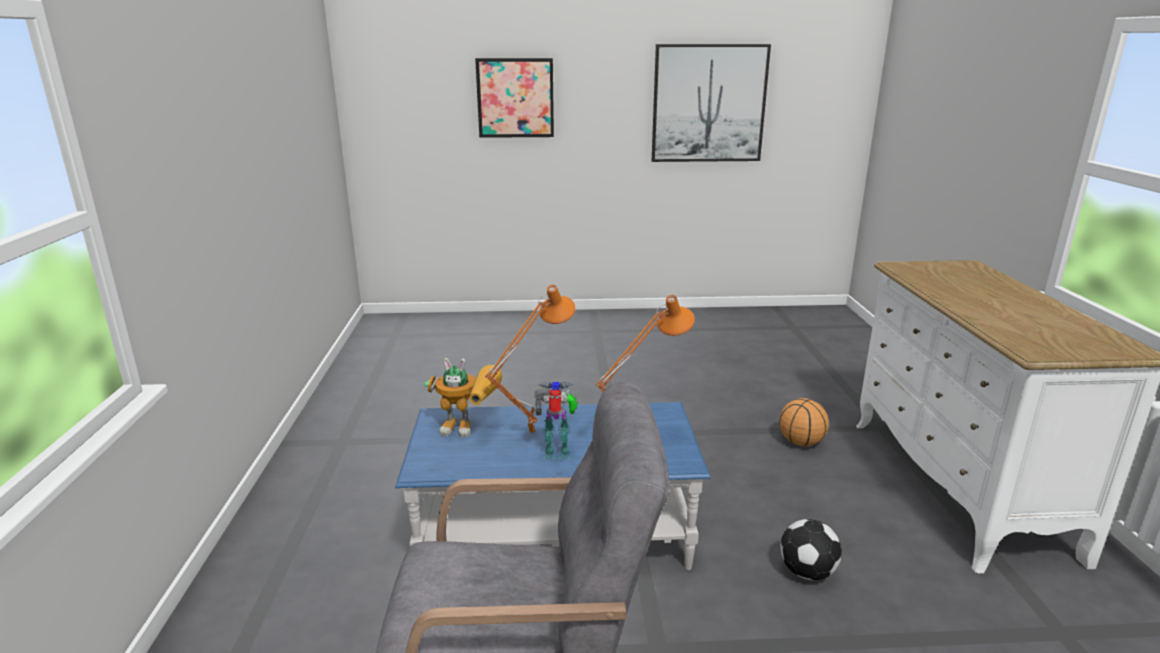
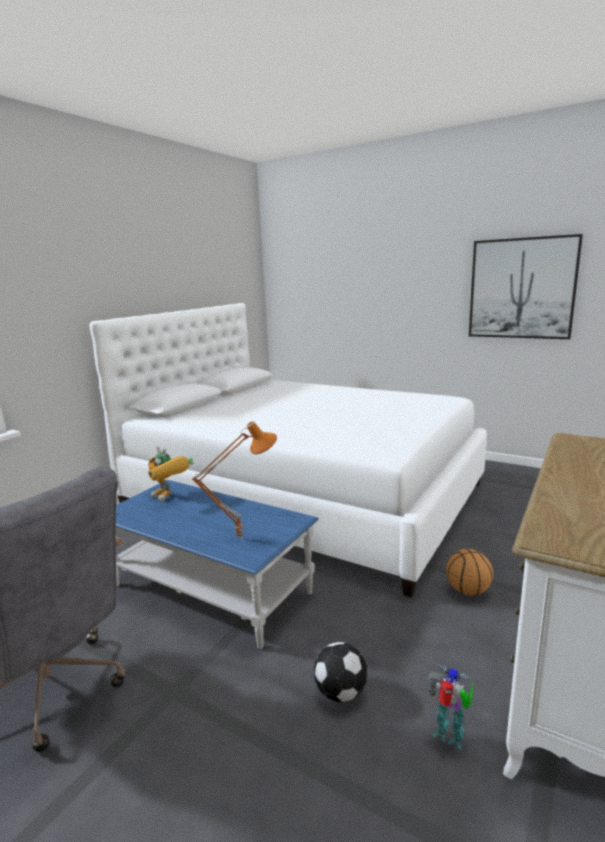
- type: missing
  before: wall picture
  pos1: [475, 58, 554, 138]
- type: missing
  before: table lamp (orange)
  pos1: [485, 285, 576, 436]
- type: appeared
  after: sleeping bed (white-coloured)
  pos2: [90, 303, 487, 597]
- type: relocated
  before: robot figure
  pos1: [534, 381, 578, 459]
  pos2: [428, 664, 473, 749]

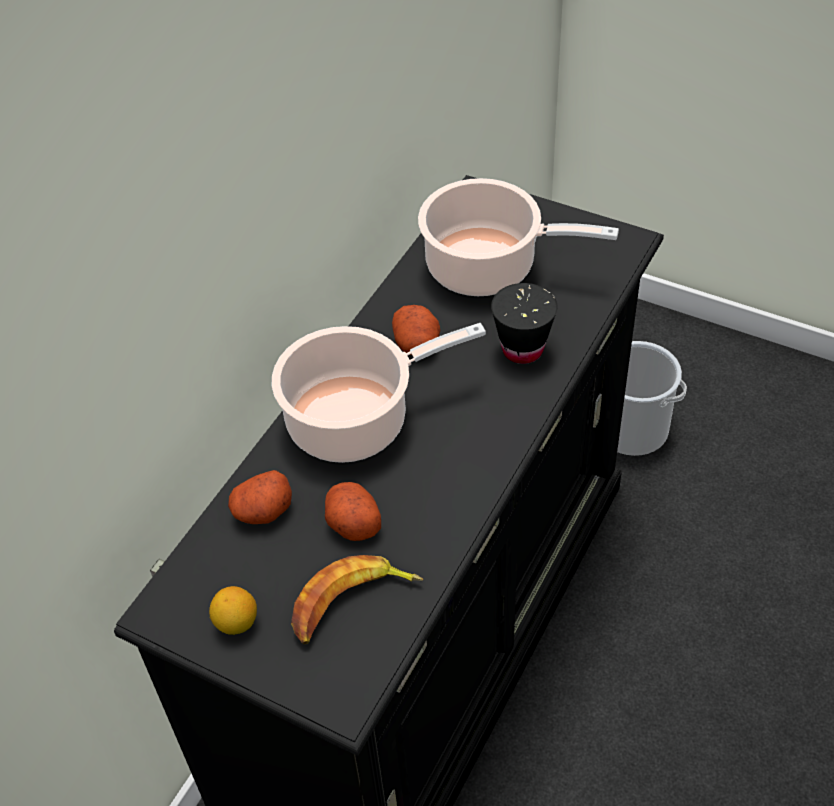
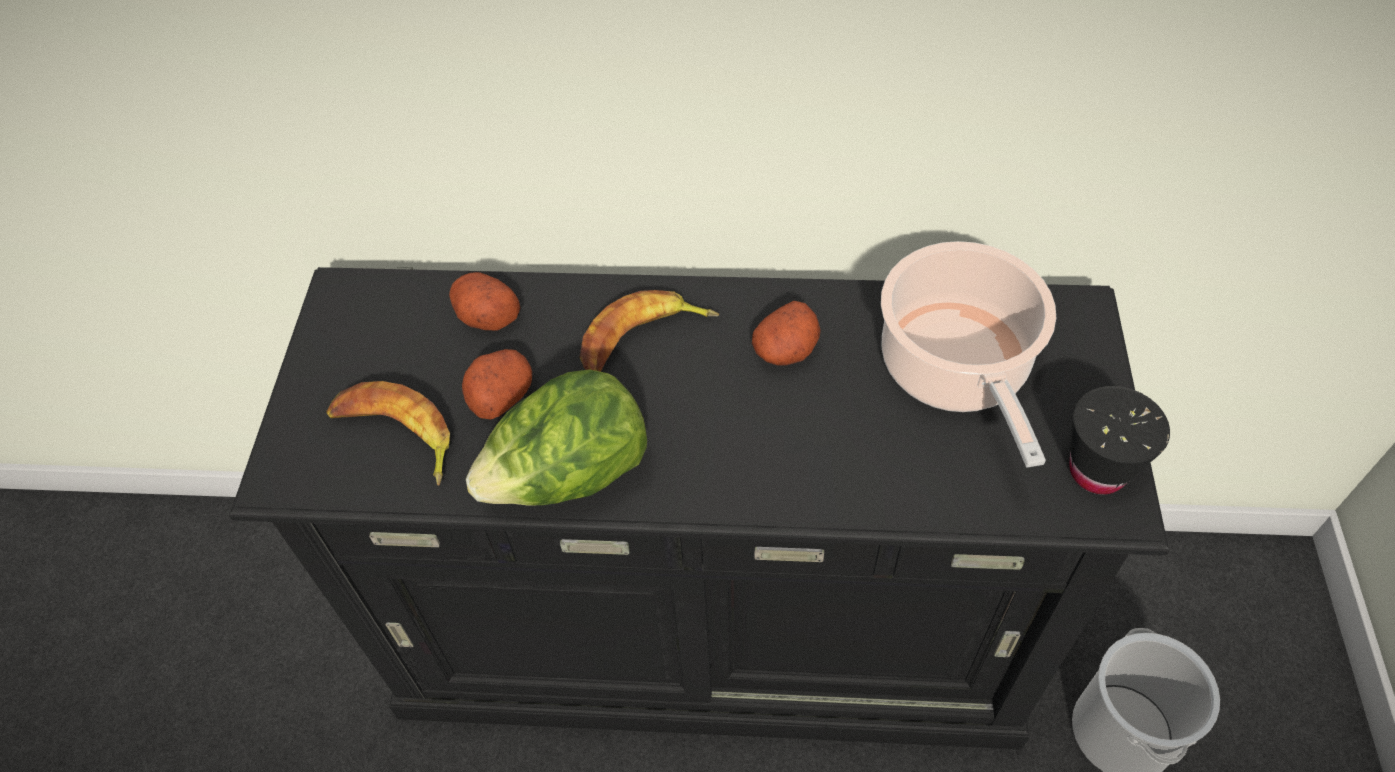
- type: missing
  before: citrus fruit
  pos1: [209, 586, 257, 635]
- type: appeared
  after: head of lettuce
  pos2: [466, 369, 647, 505]
- type: relocated
  before: cup (black)
  pos1: [491, 283, 557, 364]
  pos2: [1070, 386, 1170, 494]
- type: exchanged
  before: saucepot
  after: banana fruit
  pos1: [272, 323, 486, 463]
  pos2: [580, 290, 719, 372]

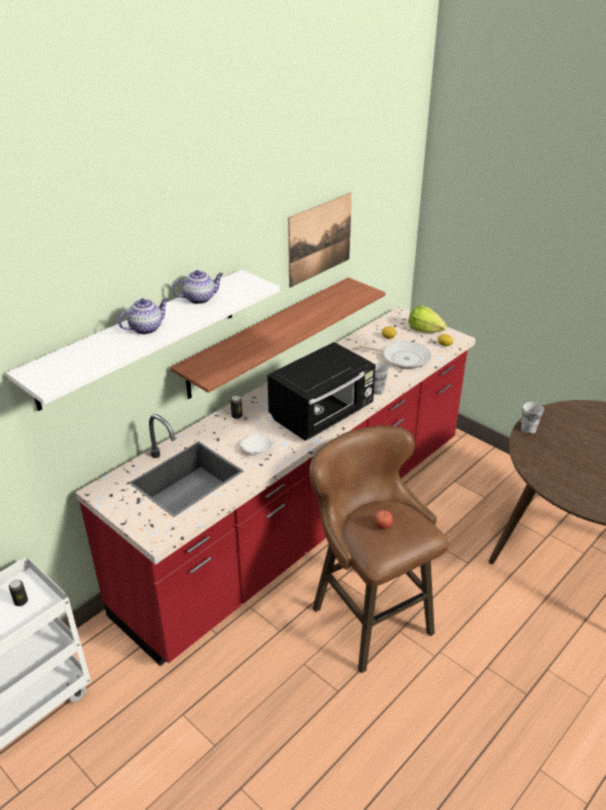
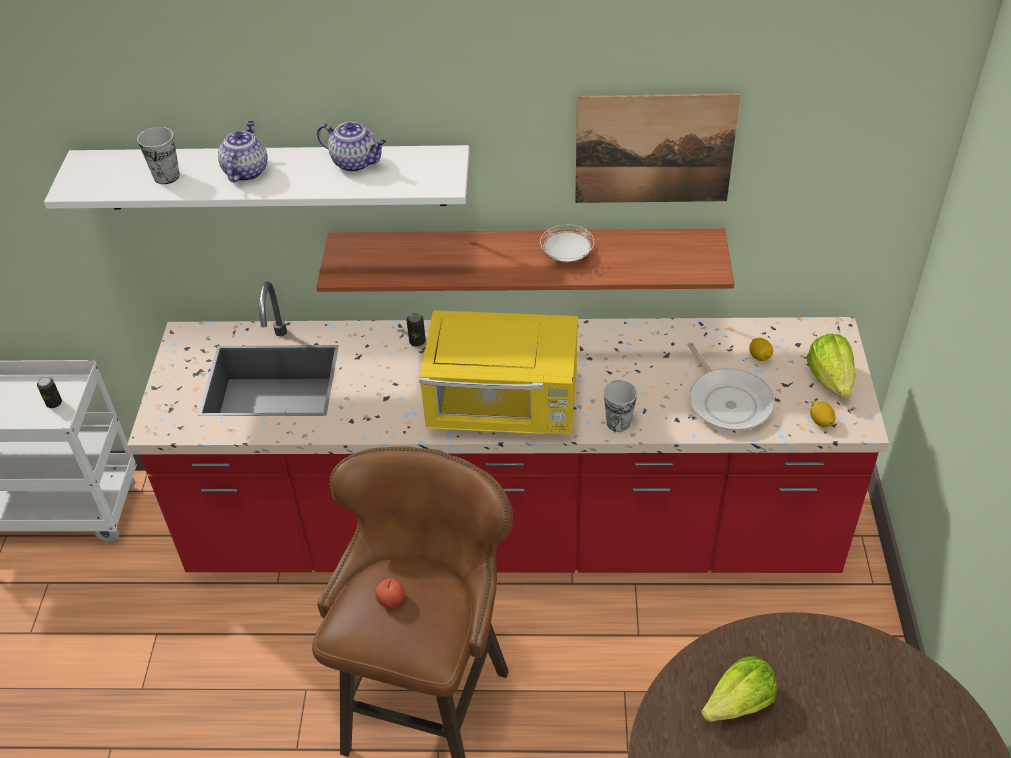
- type: appeared
  after: head of lettuce
  pos2: [701, 656, 777, 722]
- type: relocated
  before: dinner plate (white-coloured)
  pos1: [239, 430, 275, 454]
  pos2: [540, 225, 594, 262]
- type: relocated
  before: cup
  pos1: [521, 402, 544, 434]
  pos2: [137, 127, 180, 184]
- type: colour
  before: kitchen microwave (black)
  after: kitchen microwave (yellow)
  pos1: [267, 342, 376, 441]
  pos2: [419, 310, 578, 435]
- type: spun
  before: tea pot
  pos1: [118, 298, 168, 335]
  pos2: [218, 121, 268, 182]
  turn: -90

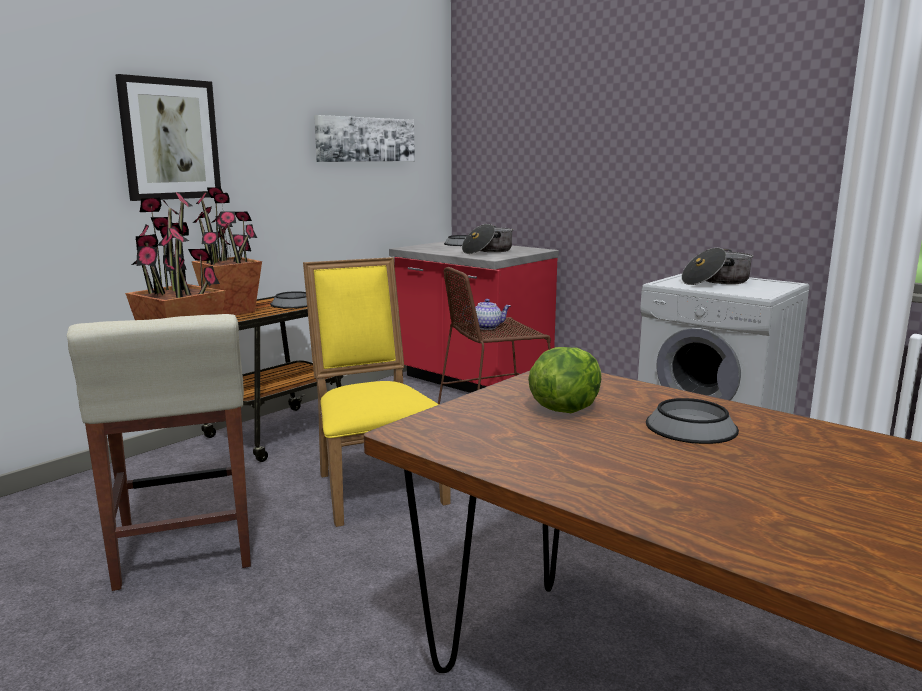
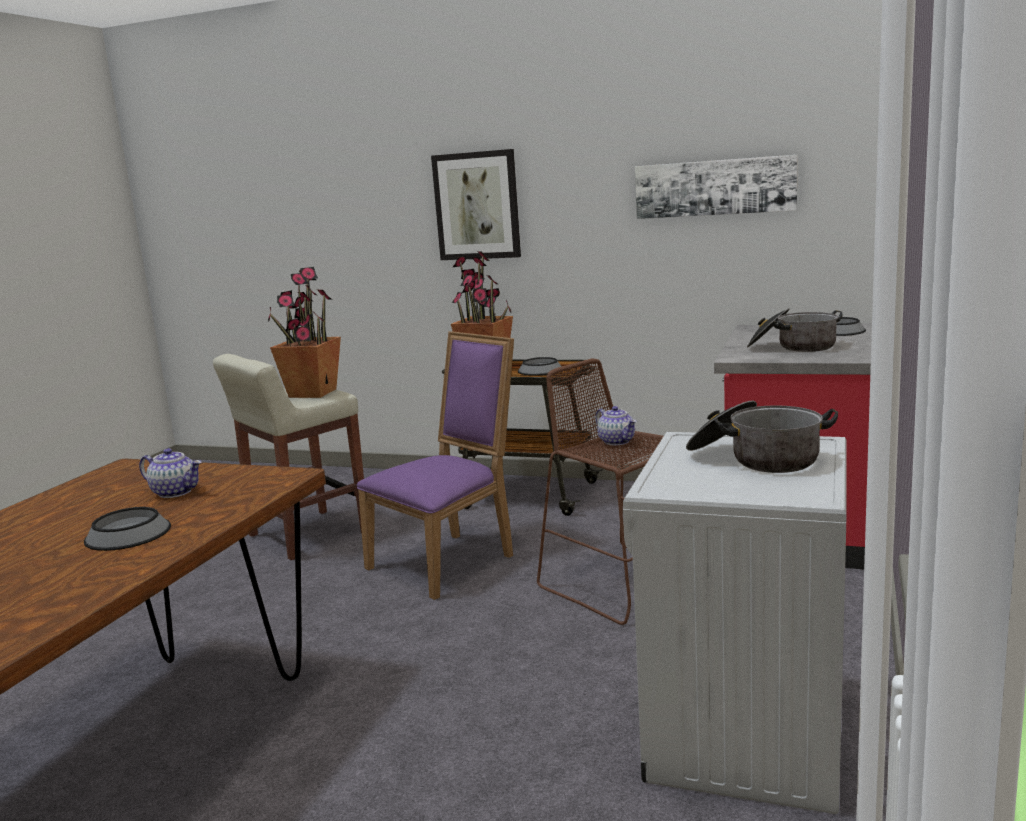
- type: exchanged
  before: head of lettuce
  after: tea pot
  pos1: [528, 347, 602, 413]
  pos2: [139, 448, 202, 498]
- type: colour
  before: plain chair (yellow)
  after: plain chair (purple)
  pos1: [303, 257, 451, 527]
  pos2: [357, 331, 514, 600]

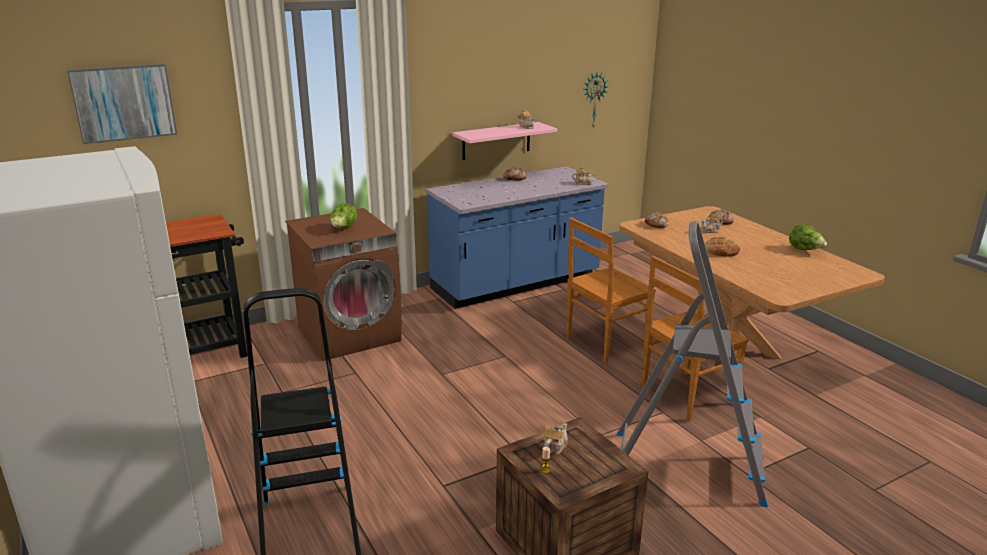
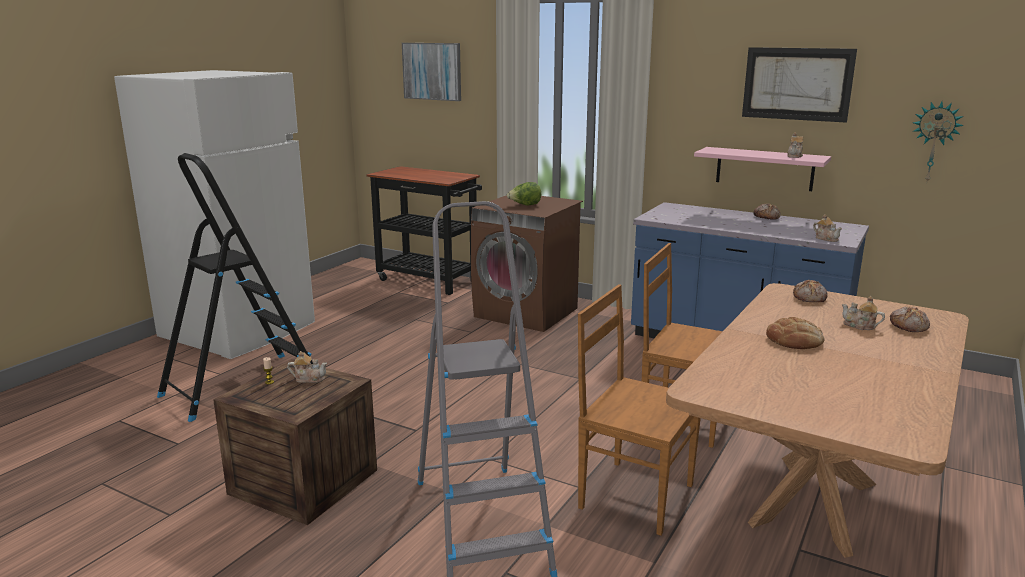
- type: missing
  before: head of lettuce
  pos1: [789, 224, 827, 250]
- type: appeared
  after: wall picture
  pos2: [742, 47, 857, 123]

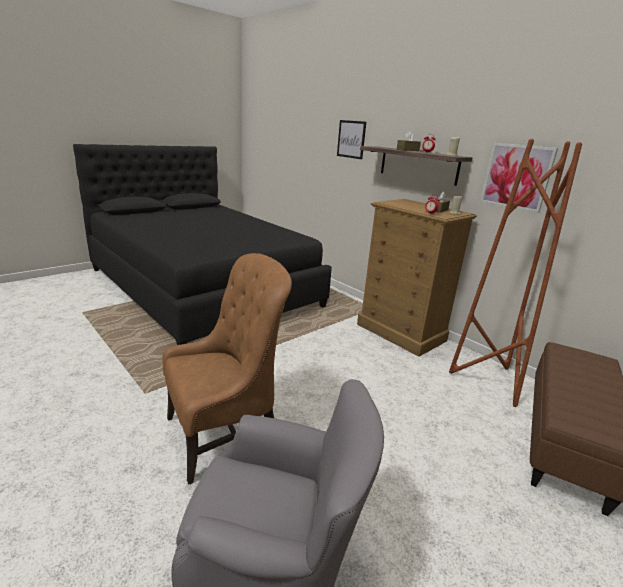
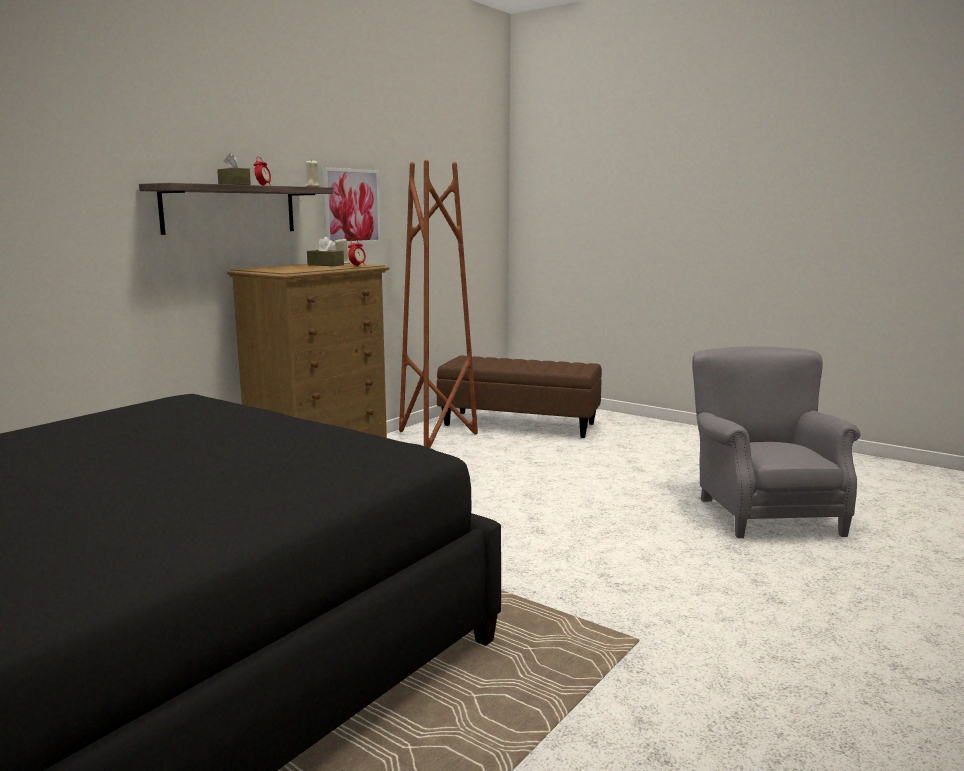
- type: missing
  before: plain chair (brown)
  pos1: [163, 253, 292, 485]
- type: missing
  before: wall picture
  pos1: [337, 120, 366, 159]

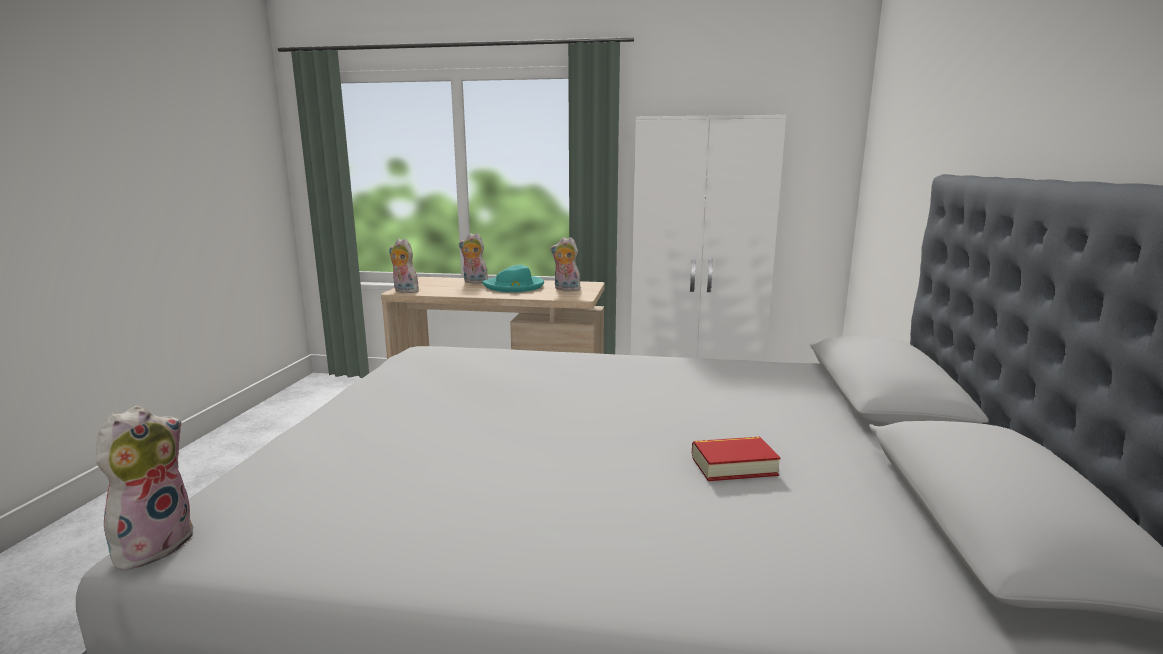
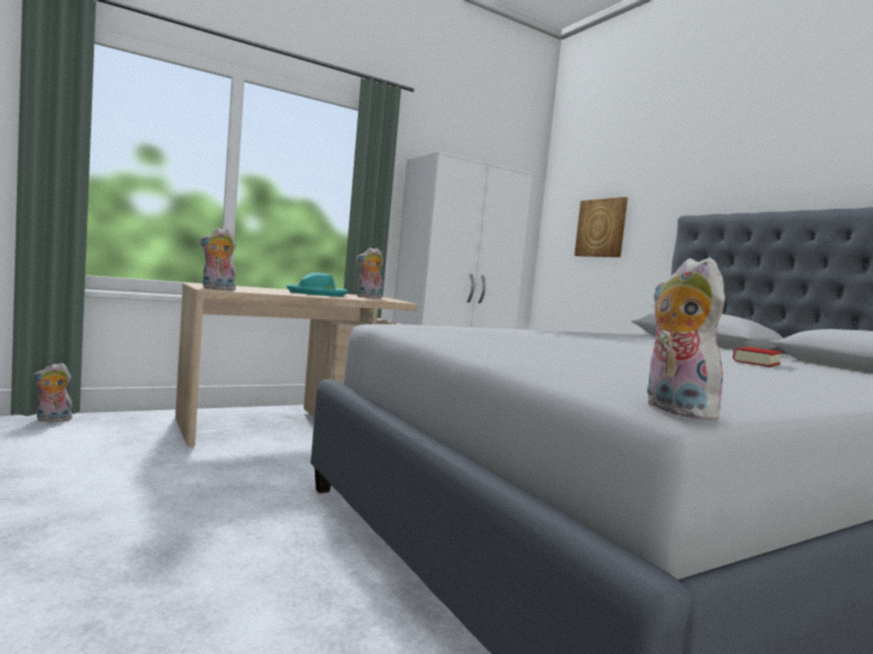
- type: appeared
  after: wall picture
  pos2: [574, 197, 628, 257]
- type: relocated
  before: cuddly toy
  pos1: [459, 233, 488, 284]
  pos2: [33, 363, 74, 422]

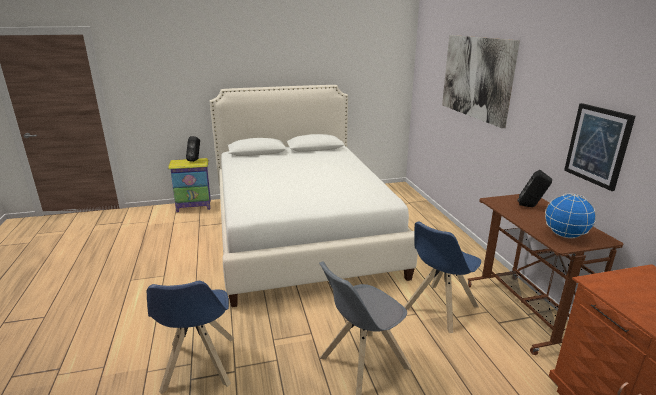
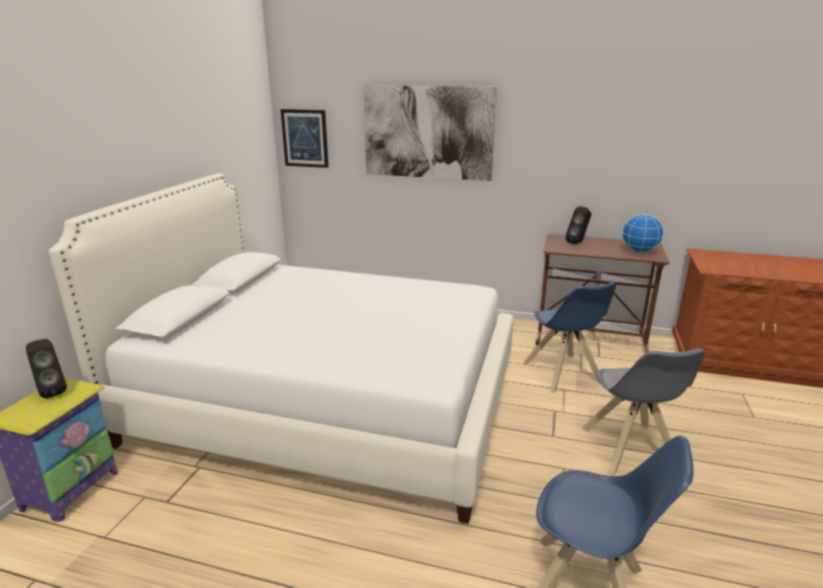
- type: relocated
  before: wall picture
  pos1: [564, 103, 636, 191]
  pos2: [281, 109, 329, 168]

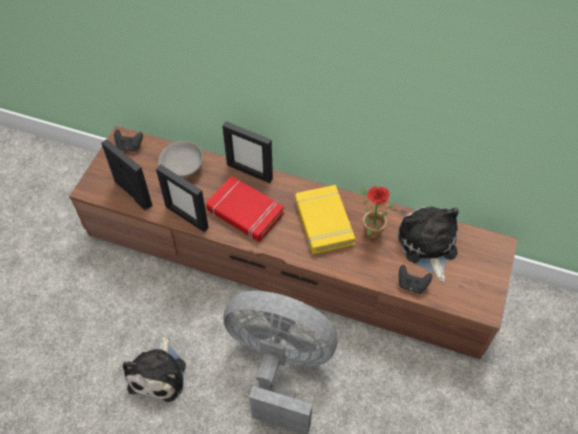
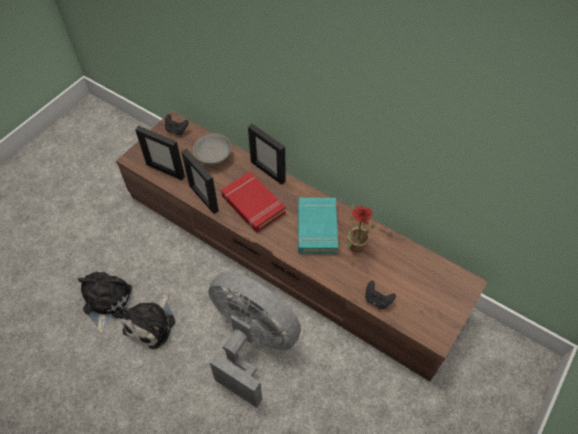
- type: relocated
  before: cuddly toy
  pos1: [398, 206, 459, 281]
  pos2: [77, 271, 132, 335]
- type: colour
  before: bound book (yellow)
  after: bound book (turquoise)
  pos1: [295, 185, 355, 254]
  pos2: [298, 198, 338, 254]
- type: spun
  before: picture frame
  pos1: [101, 139, 152, 211]
  pos2: [135, 126, 185, 180]
  turn: 150

